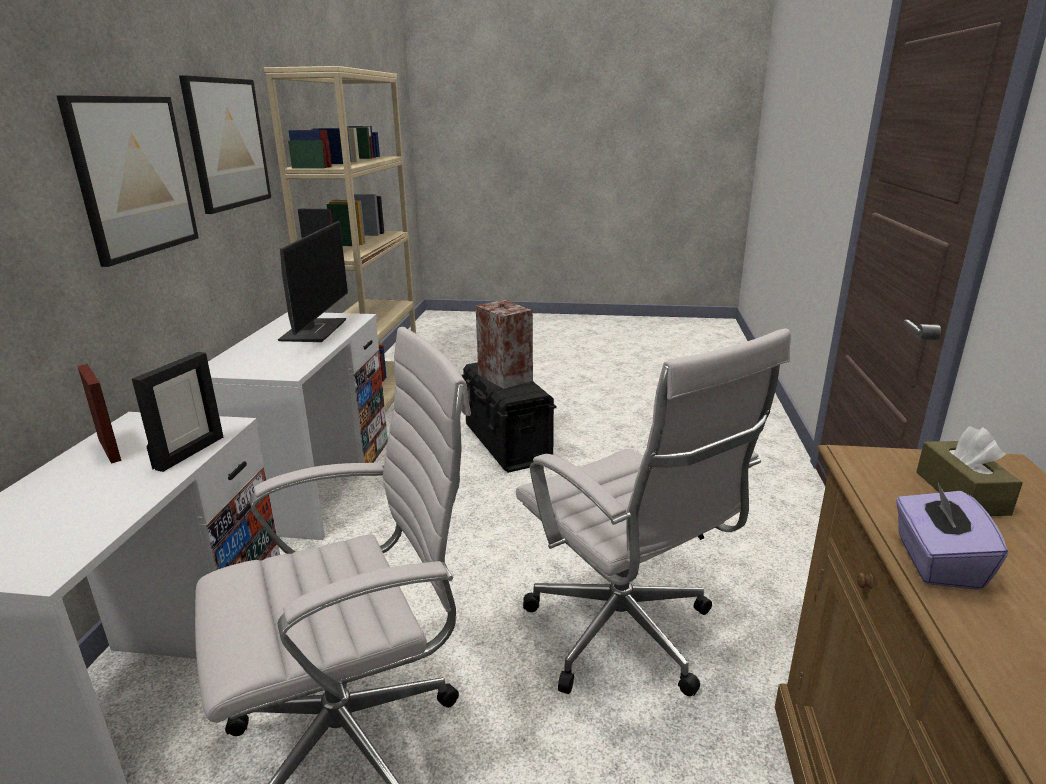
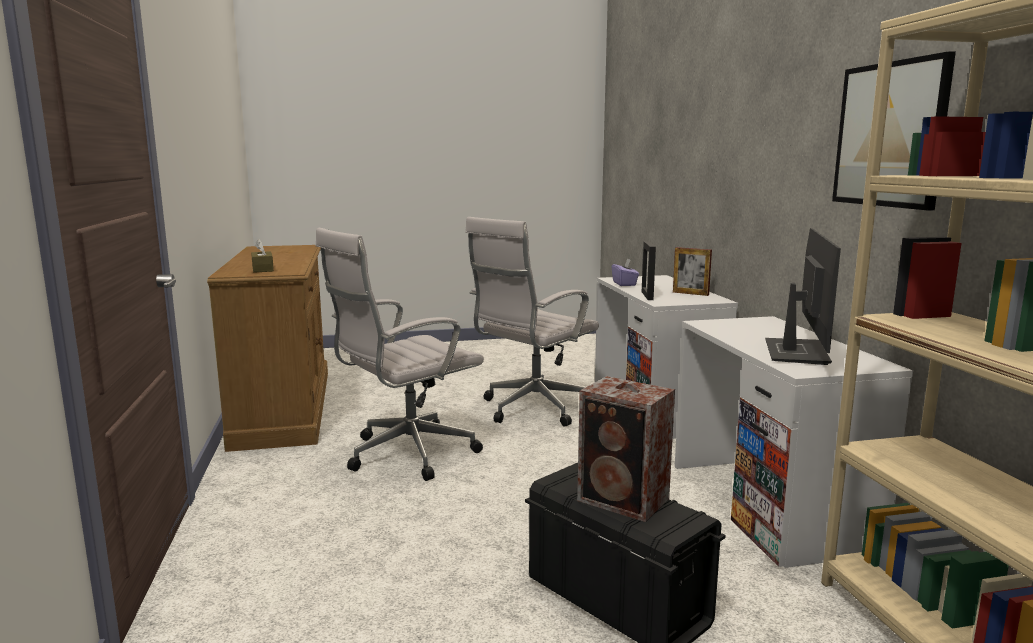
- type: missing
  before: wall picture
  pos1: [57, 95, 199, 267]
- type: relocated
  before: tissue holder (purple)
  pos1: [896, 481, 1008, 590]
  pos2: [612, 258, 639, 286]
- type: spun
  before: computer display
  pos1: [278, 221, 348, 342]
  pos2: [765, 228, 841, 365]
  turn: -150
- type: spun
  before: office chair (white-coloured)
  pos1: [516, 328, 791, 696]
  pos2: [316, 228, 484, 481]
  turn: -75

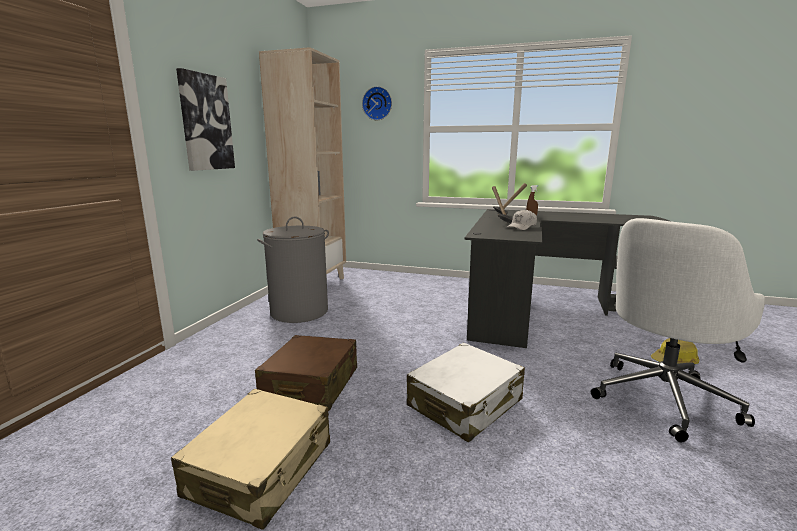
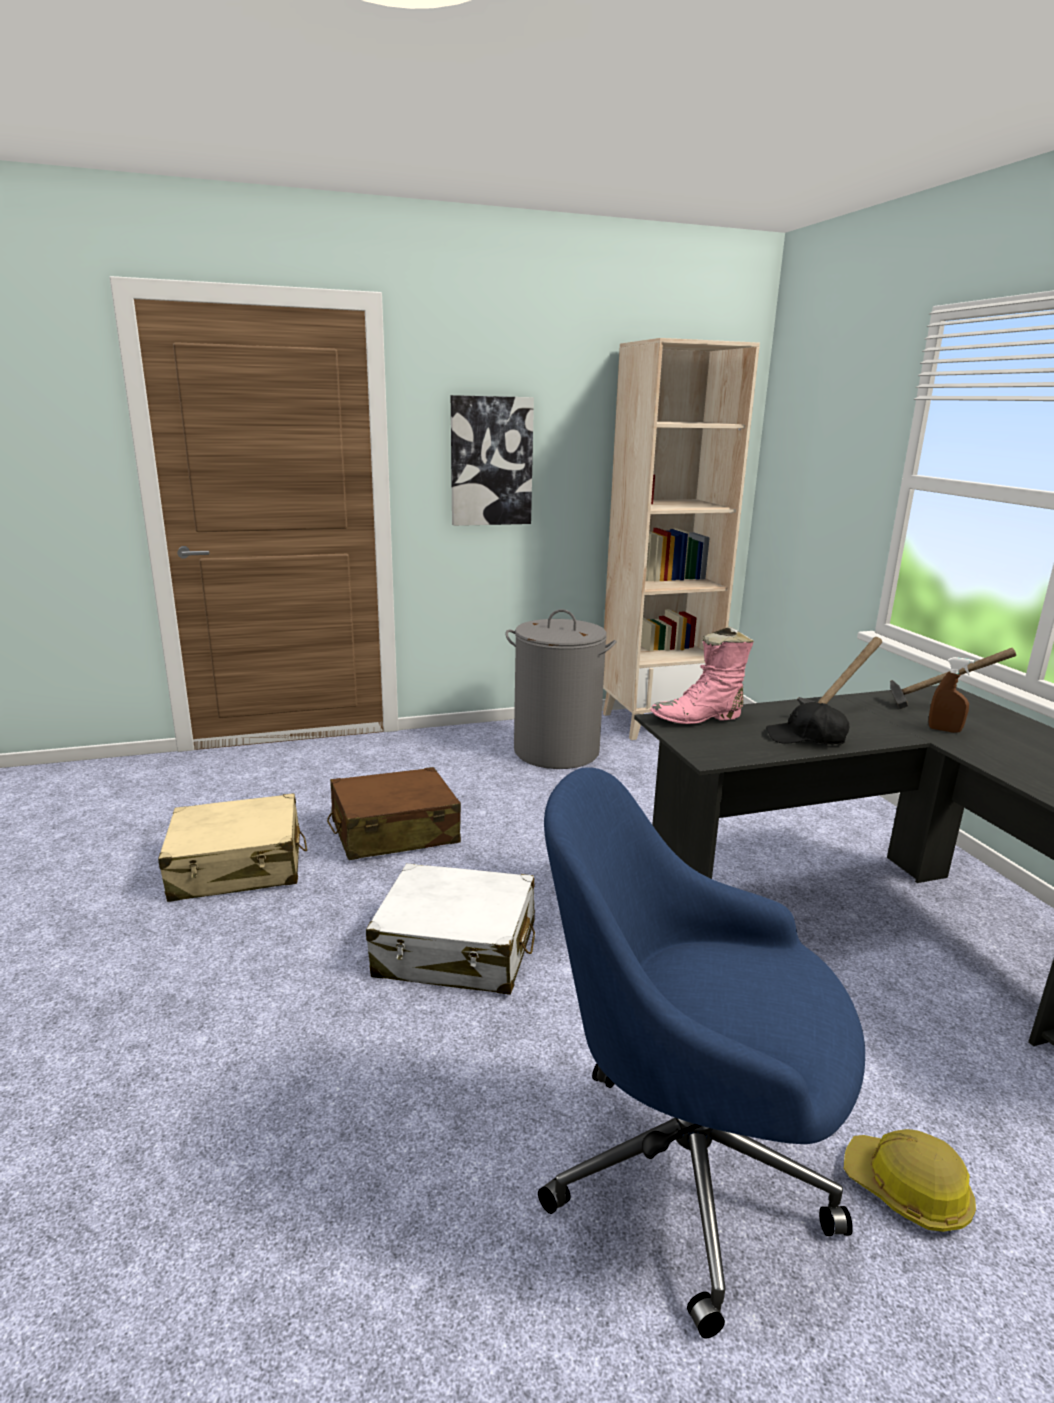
- type: missing
  before: wall clock
  pos1: [362, 86, 392, 120]
- type: appeared
  after: boot (pink)
  pos2: [650, 626, 754, 724]
- type: colour
  before: peaked cap (white-coloured)
  after: peaked cap (black)
  pos1: [506, 209, 537, 230]
  pos2: [766, 702, 849, 745]
- type: colour
  before: office chair (white-coloured)
  after: office chair (bluish)
  pos1: [591, 218, 765, 443]
  pos2: [538, 767, 865, 1339]

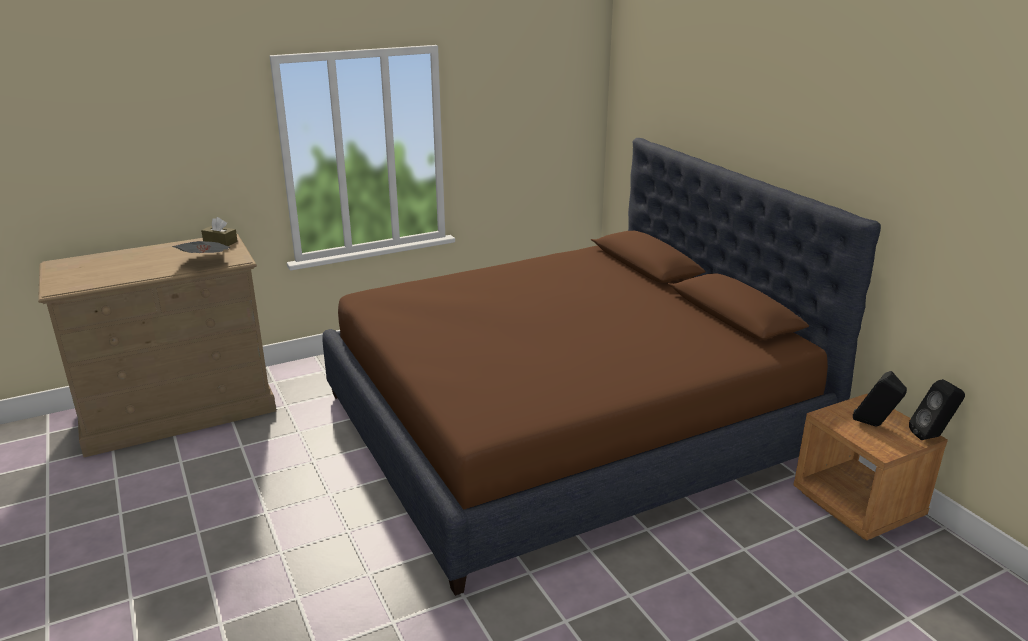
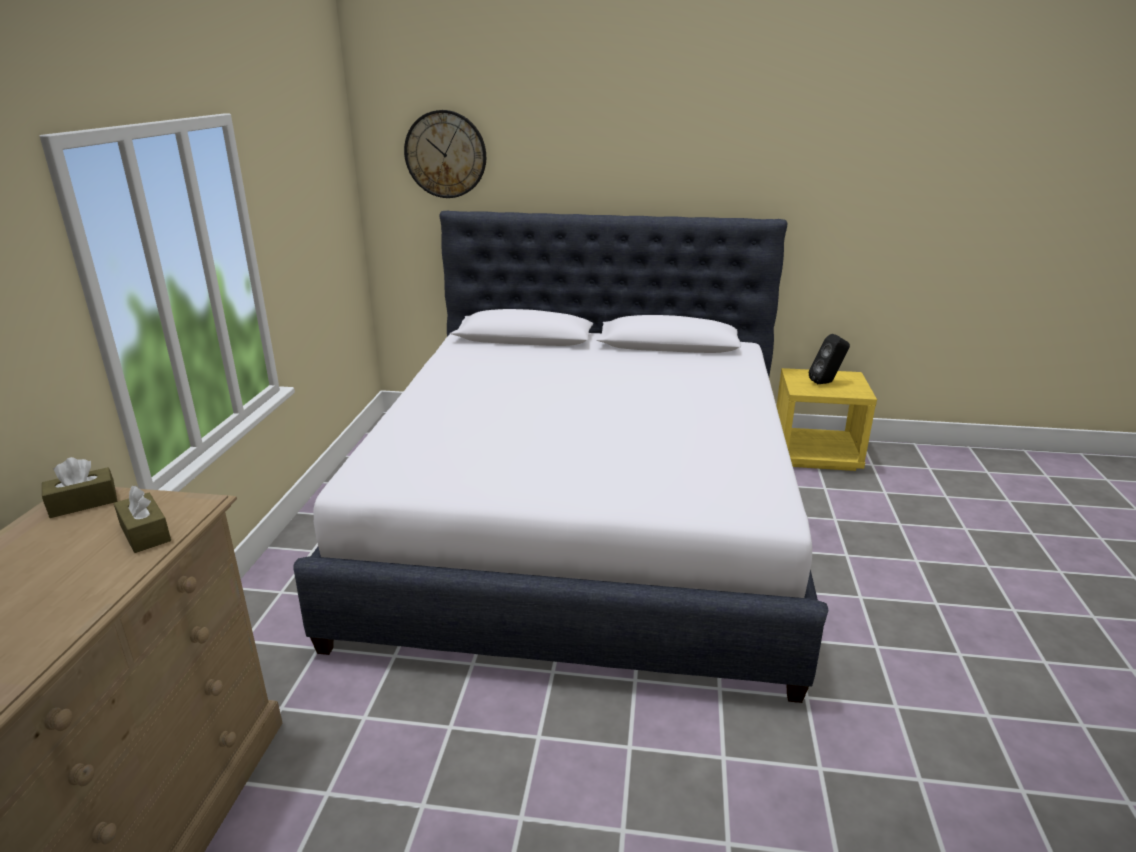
- type: missing
  before: speaker (black)
  pos1: [909, 379, 965, 440]
- type: appeared
  after: wall clock
  pos2: [404, 110, 486, 198]
- type: exchanged
  before: newspaper
  after: tissue holder (brown)
  pos1: [172, 241, 230, 253]
  pos2: [114, 486, 171, 553]
- type: colour
  before: sleeping bed (brown)
  after: sleeping bed (white-coloured)
  pos1: [322, 138, 881, 596]
  pos2: [293, 211, 829, 703]
- type: colour
  before: nightstand (brown)
  after: nightstand (yellow)
  pos1: [793, 394, 948, 540]
  pos2: [777, 368, 877, 471]

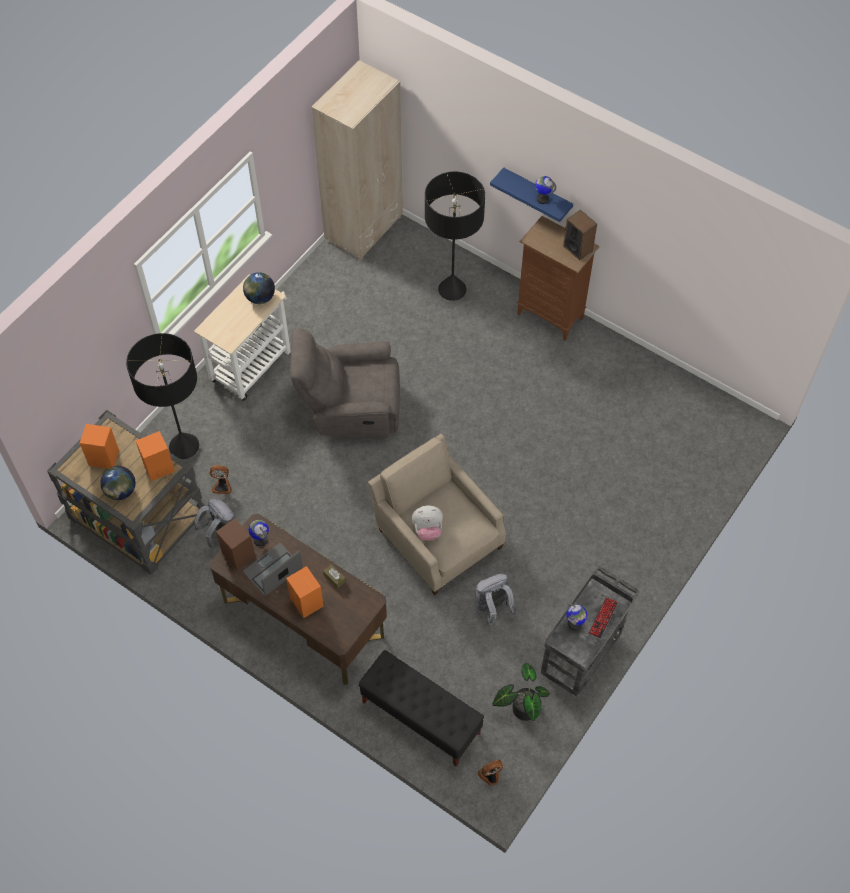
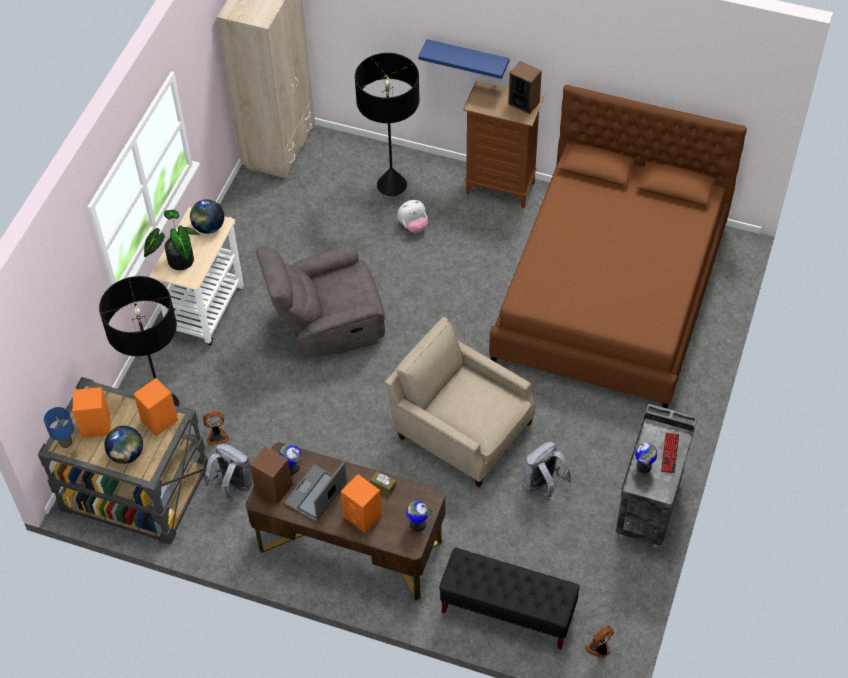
- type: appeared
  after: table lamp (bluish)
  pos2: [44, 407, 74, 448]
- type: appeared
  after: sleeping bed (brown)
  pos2: [489, 85, 747, 408]
- type: relocated
  before: cuddly toy
  pos1: [412, 505, 443, 540]
  pos2: [397, 200, 428, 233]
- type: relocated
  before: houseplant
  pos1: [492, 663, 550, 721]
  pos2: [144, 210, 199, 270]
- type: relocated
  before: world globe
  pos1: [535, 176, 556, 204]
  pos2: [406, 501, 432, 531]

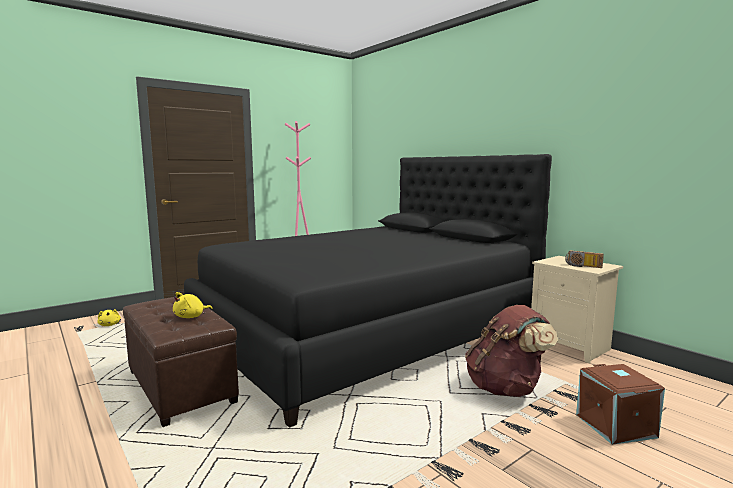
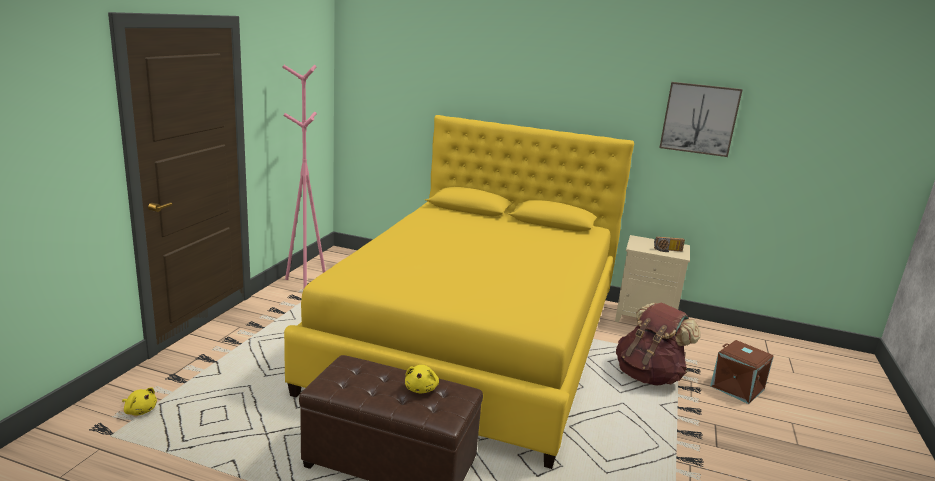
- type: appeared
  after: wall picture
  pos2: [659, 82, 743, 157]
- type: colour
  before: sleeping bed (black)
  after: sleeping bed (yellow)
  pos1: [184, 154, 552, 428]
  pos2: [284, 115, 634, 469]

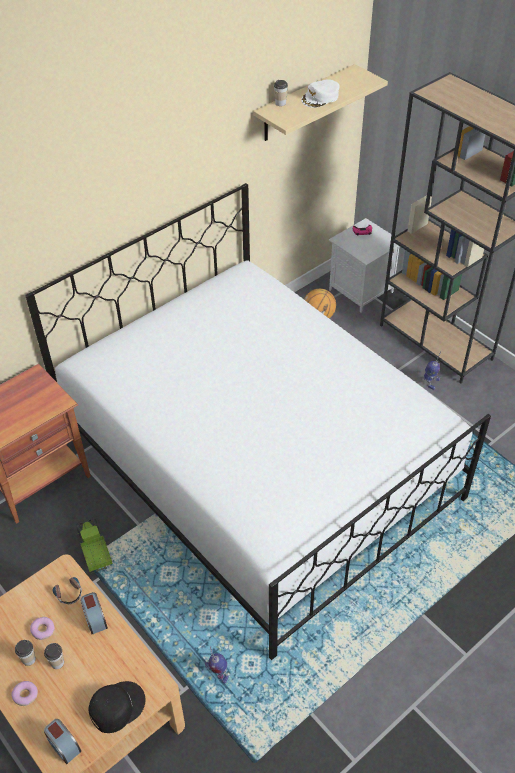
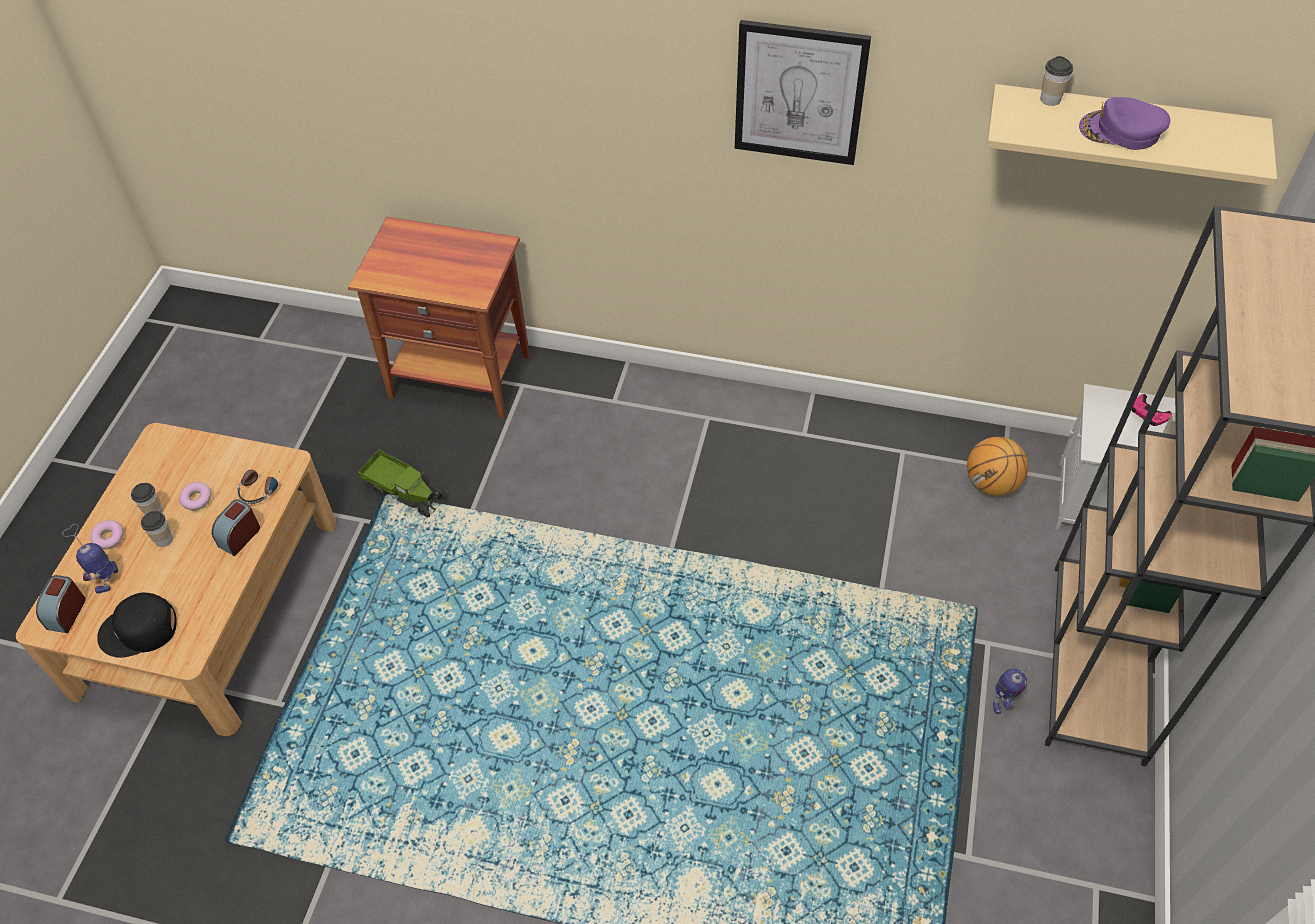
- type: missing
  before: sleeping bed (white-coloured)
  pos1: [25, 183, 491, 660]
- type: appeared
  after: wall picture
  pos2: [735, 20, 871, 165]
- type: relocated
  before: robot figure
  pos1: [205, 646, 228, 683]
  pos2: [63, 524, 118, 594]
- type: colour
  before: peaked cap (white-coloured)
  after: peaked cap (purple)
  pos1: [301, 79, 340, 108]
  pos2: [1079, 97, 1170, 150]
- type: spun
  before: model truck
  pos1: [76, 518, 113, 573]
  pos2: [358, 450, 446, 518]
  turn: 90
- type: spun
  before: peaked cap (black)
  pos1: [89, 681, 146, 733]
  pos2: [97, 592, 177, 658]
  turn: 150

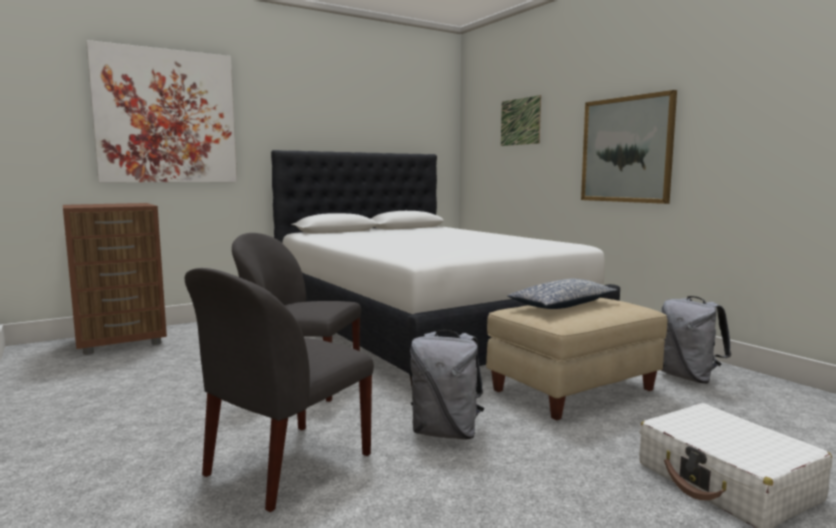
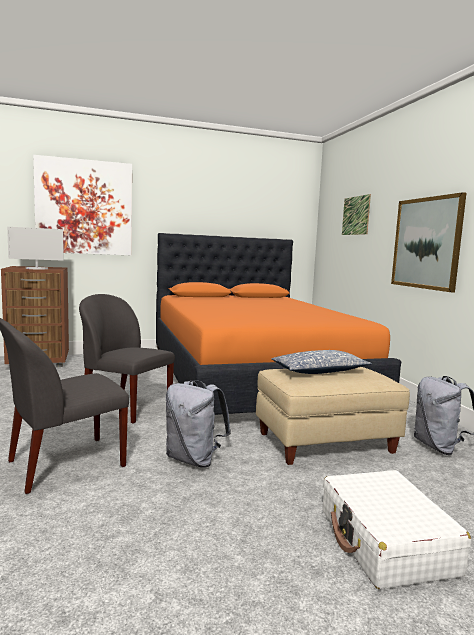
- type: appeared
  after: computer display
  pos2: [7, 227, 64, 269]
- type: colour
  before: sleeping bed (white-coloured)
  after: sleeping bed (orange)
  pos1: [271, 150, 620, 386]
  pos2: [156, 233, 401, 415]

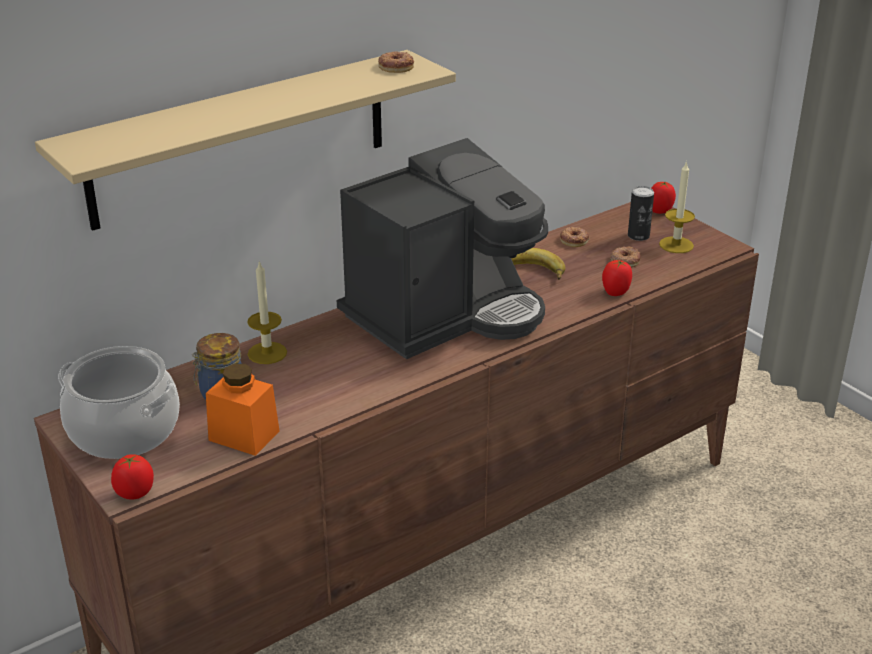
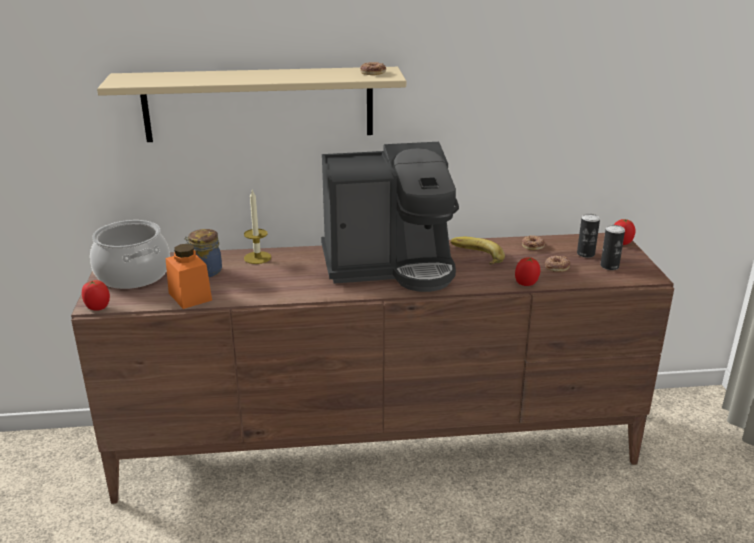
- type: exchanged
  before: candle
  after: metal can
  pos1: [659, 161, 695, 253]
  pos2: [600, 225, 625, 270]

